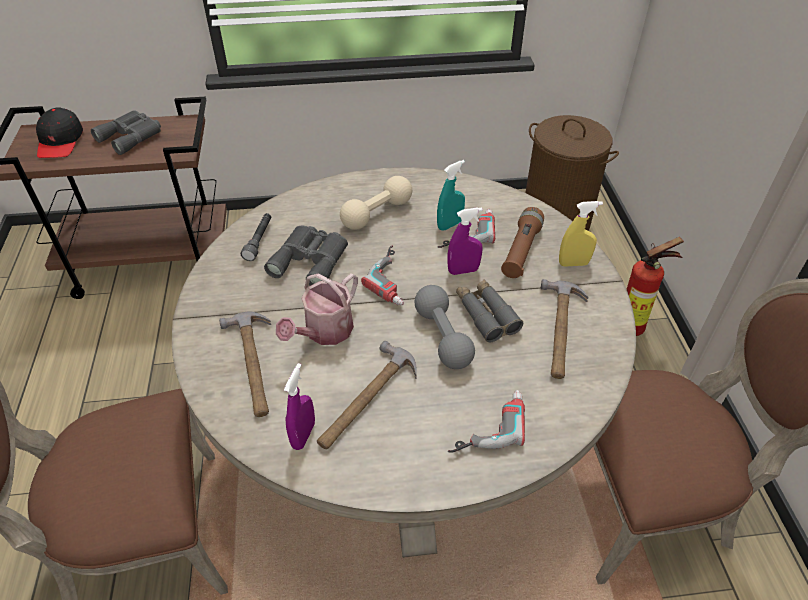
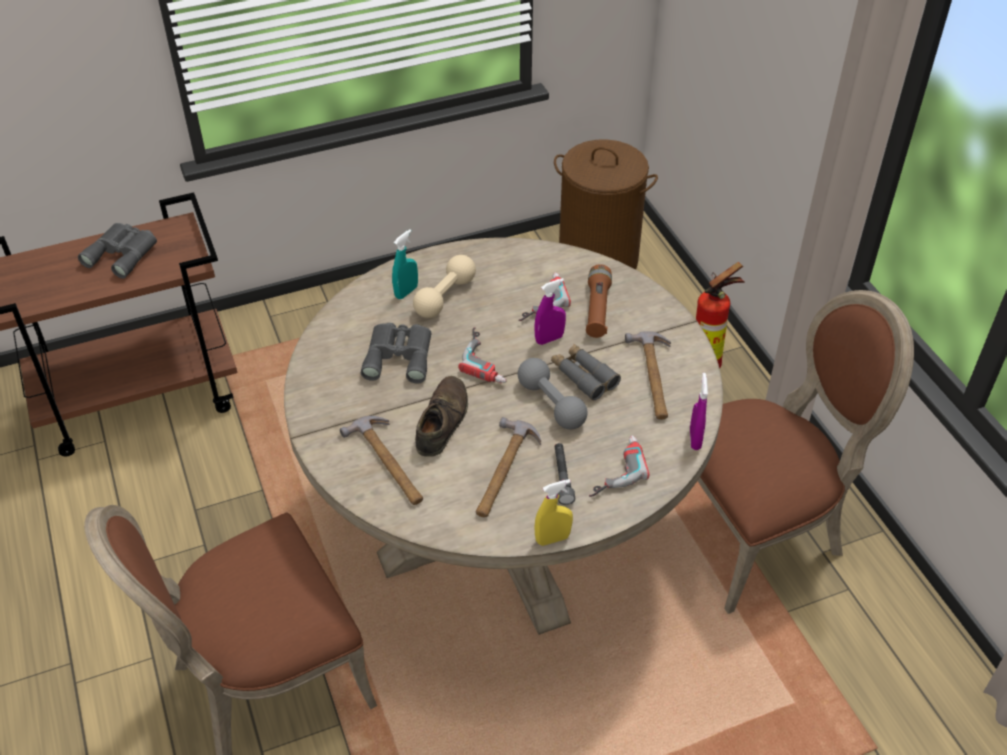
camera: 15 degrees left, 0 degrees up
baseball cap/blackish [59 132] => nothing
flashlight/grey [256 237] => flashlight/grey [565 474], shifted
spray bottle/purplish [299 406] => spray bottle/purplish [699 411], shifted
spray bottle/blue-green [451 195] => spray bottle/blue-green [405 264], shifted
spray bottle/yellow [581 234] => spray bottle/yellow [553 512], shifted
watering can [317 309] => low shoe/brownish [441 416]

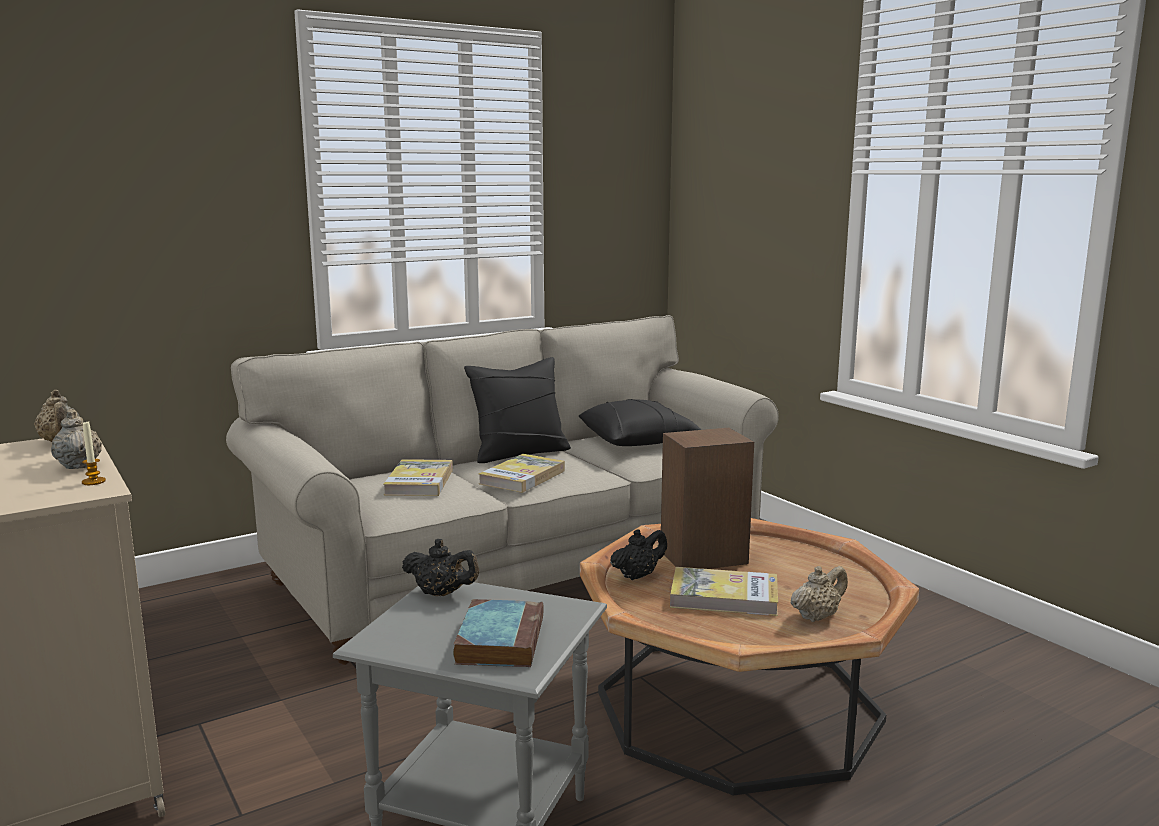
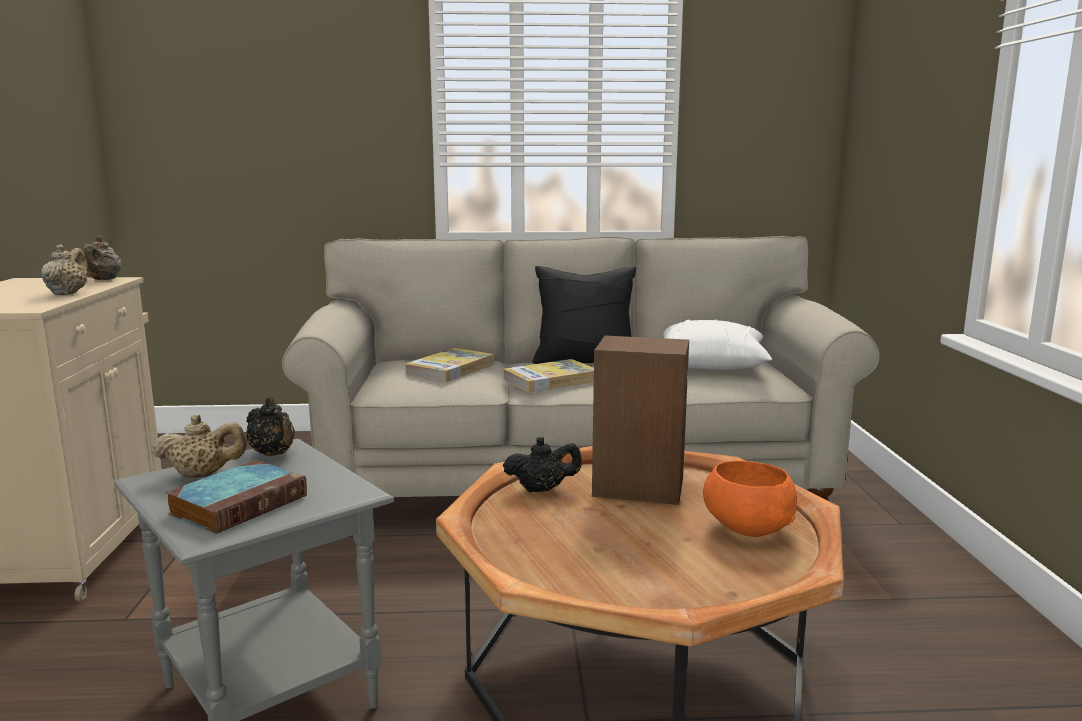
camera: 30 degrees right, 0 degrees up
wax light [94 452] => nothing
volume [724 591] => nothing
nothing => serving bowl/orange-coloured [750 498]
tea pot/sand-coloured [819 594] => tea pot/sand-coloured [199 446], shifted
pillow/blackish [640 422] => pillow/white-coloured [717 344]

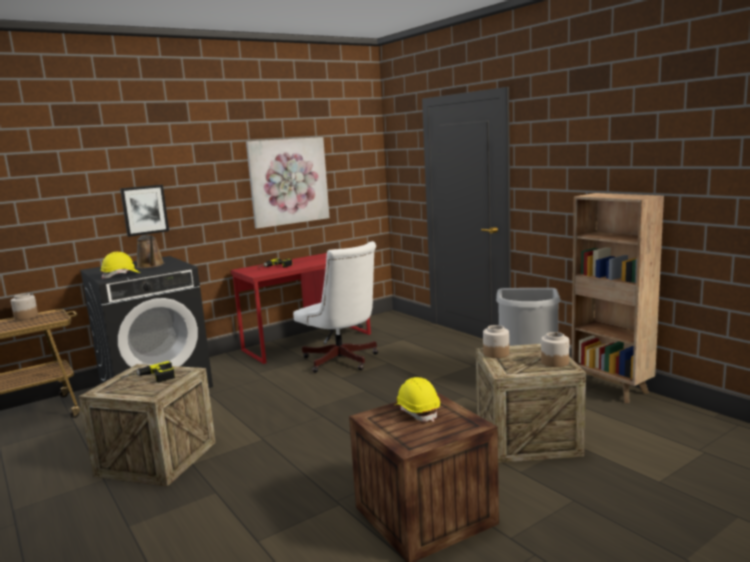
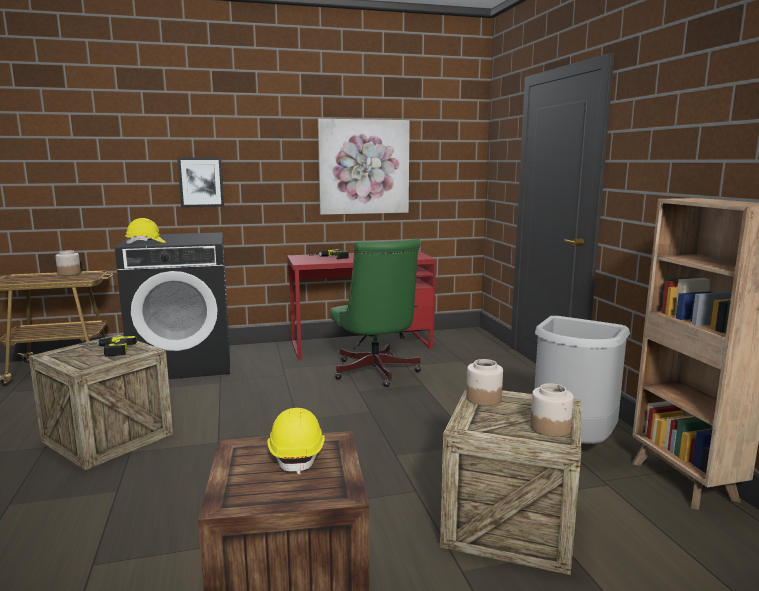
camera: 20 degrees right, 0 degrees up
watering can/brownish [150 251] => nothing
computer chair/white-coloured [335 307] => computer chair/green-coloured [375 313]

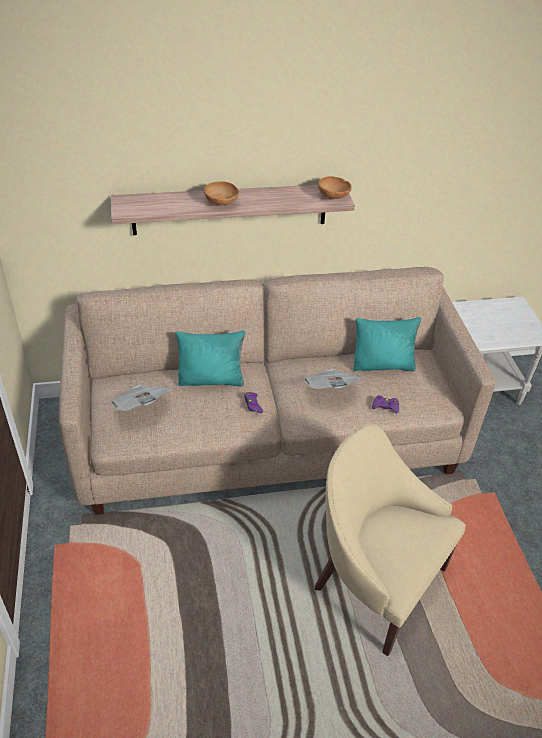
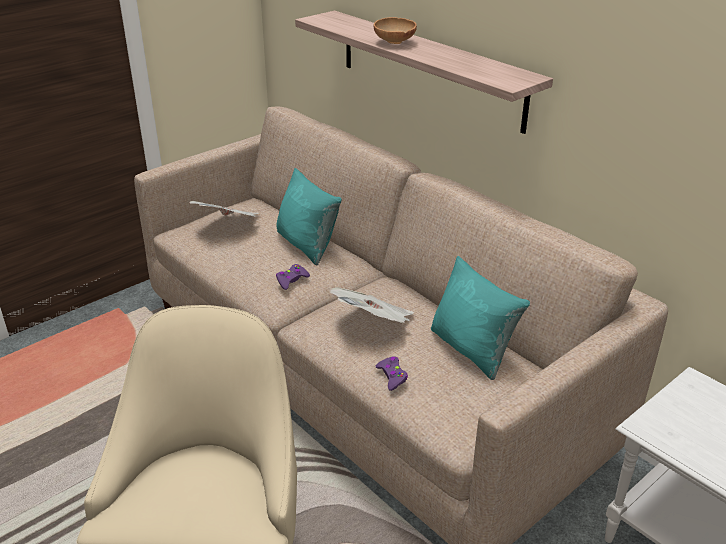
camera: 60 degrees right, 10 degrees down
serving bowl/brownish [335 188] => nothing

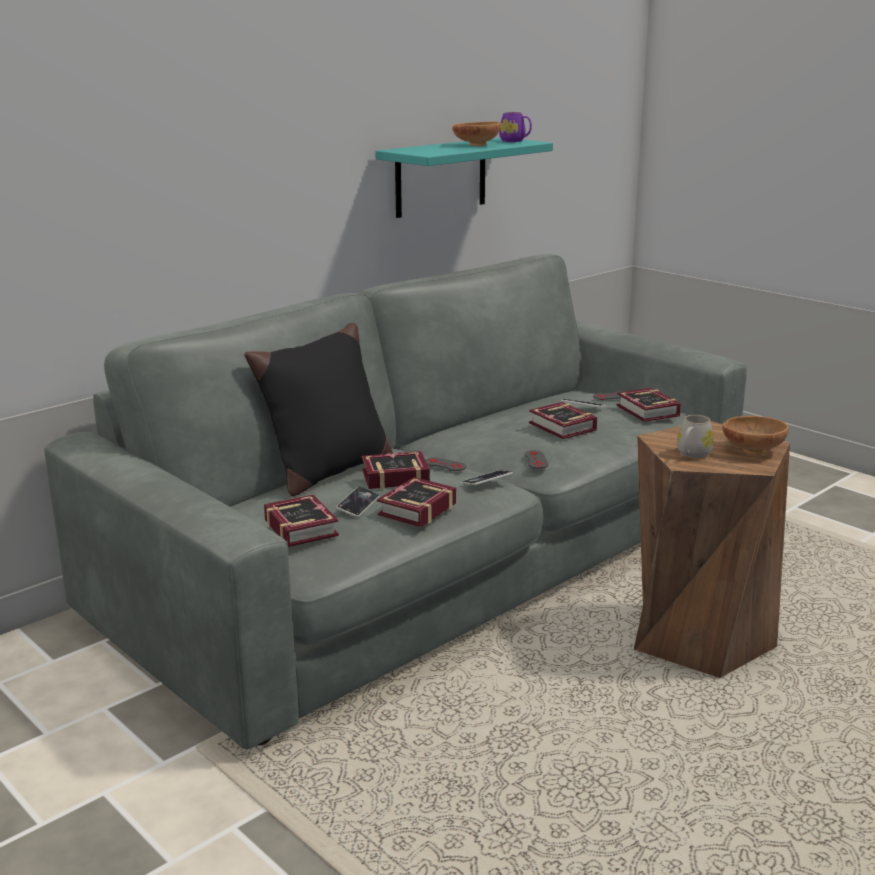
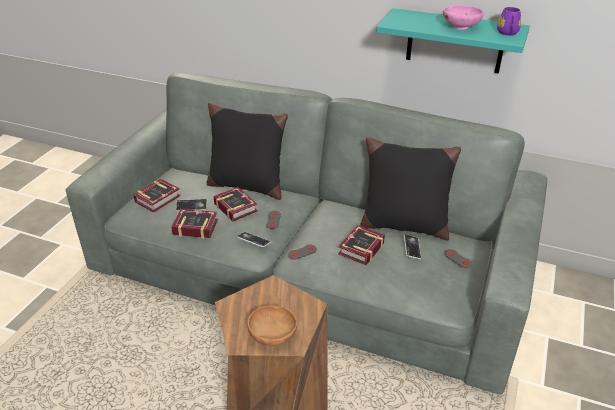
camera: 65 degrees right, 15 degrees up
volume [648 405] => nothing
mug/white-coloured [695 436] => nothing
nothing => pillow/blackish [410 189]
serving bowl/brownish [476 134] => serving bowl/pinkish [463 17]

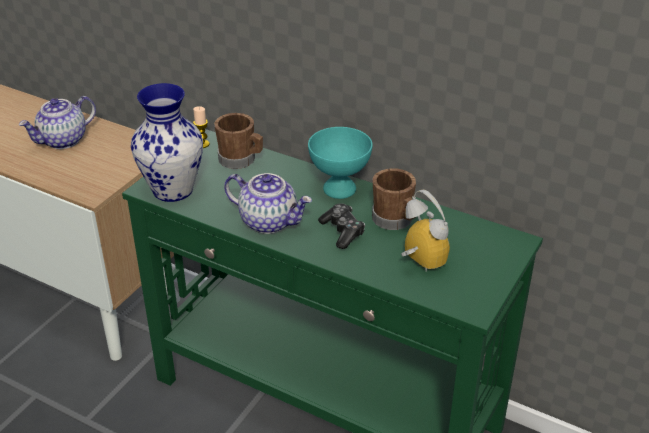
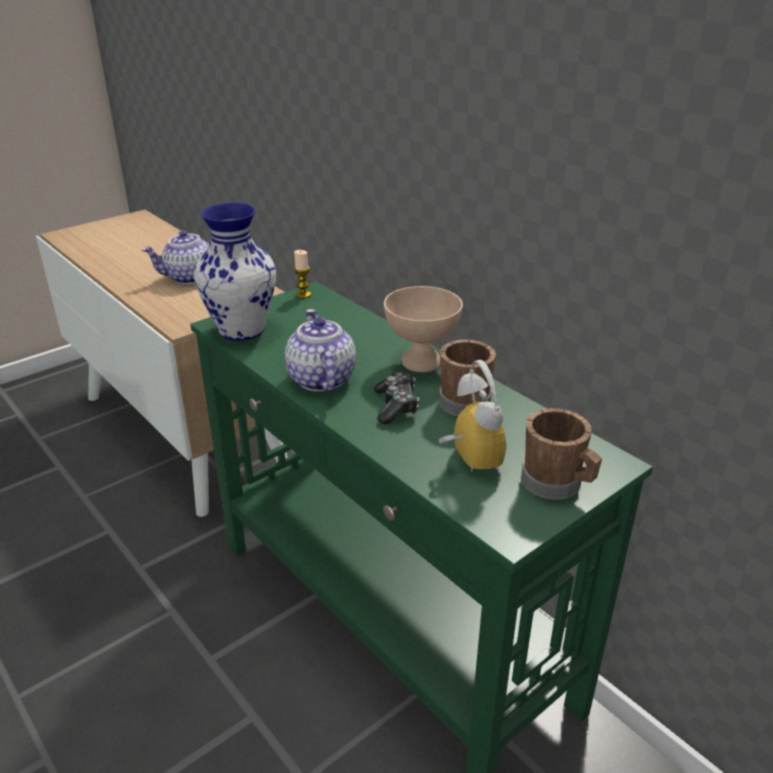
camera: 20 degrees right, 5 degrees down
mug/brownish [238 141] => mug/brownish [561 454], shifted
serving bowl/blue-green [340 163] => serving bowl/sand-coloured [423 329]
tea pot [268 203] => tea pot [320 350], 150 degrees counterclockwise

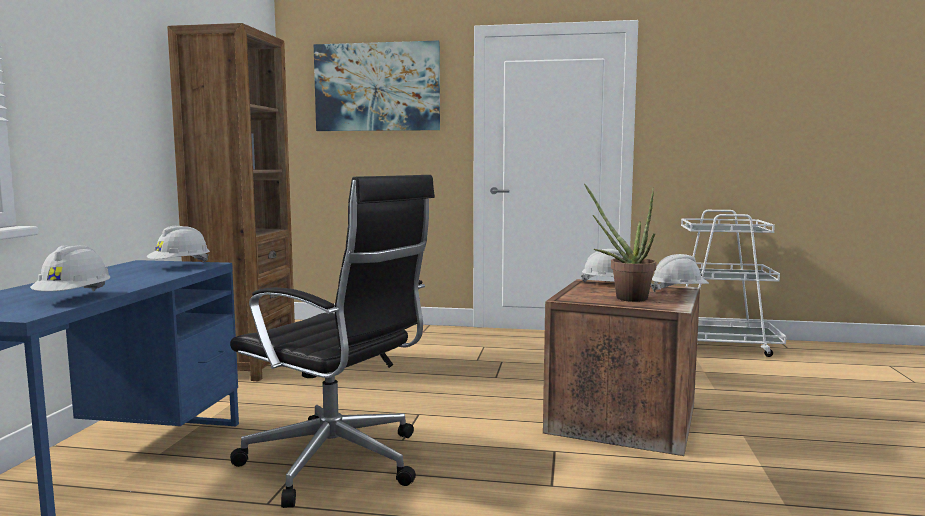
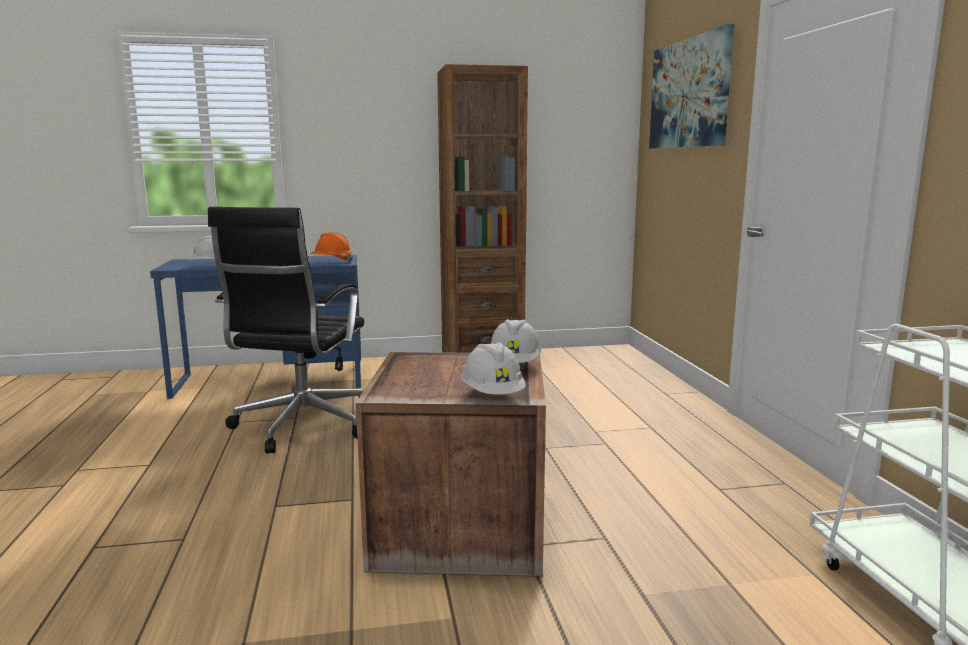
camera: 70 degrees right, 5 degrees up
plant in a pot [620 243] => nothing
safety helmet/white-coloured [178 244] => safety helmet/orange-coloured [331 247]

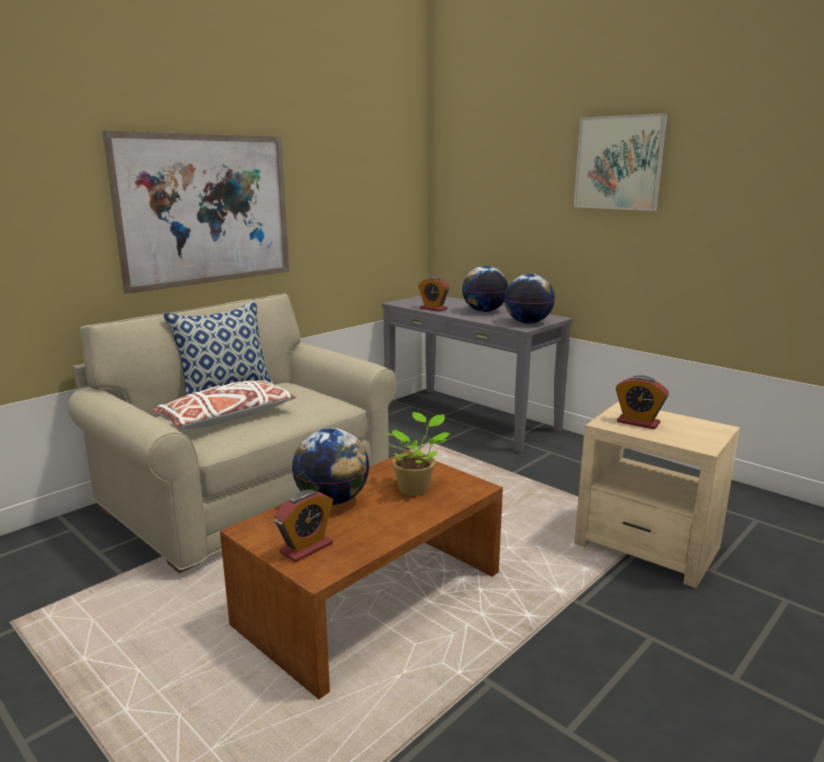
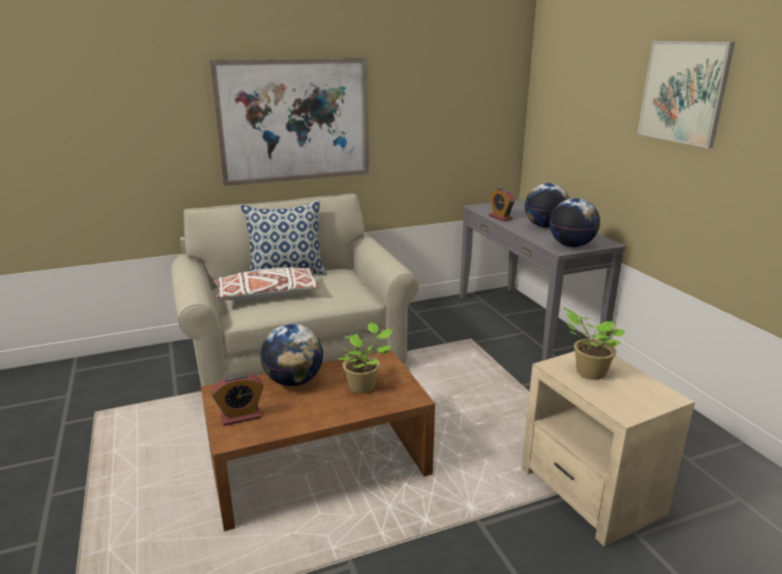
camera: 25 degrees right, 5 degrees up
table clock [642 402] => plant in a pot [594 344]

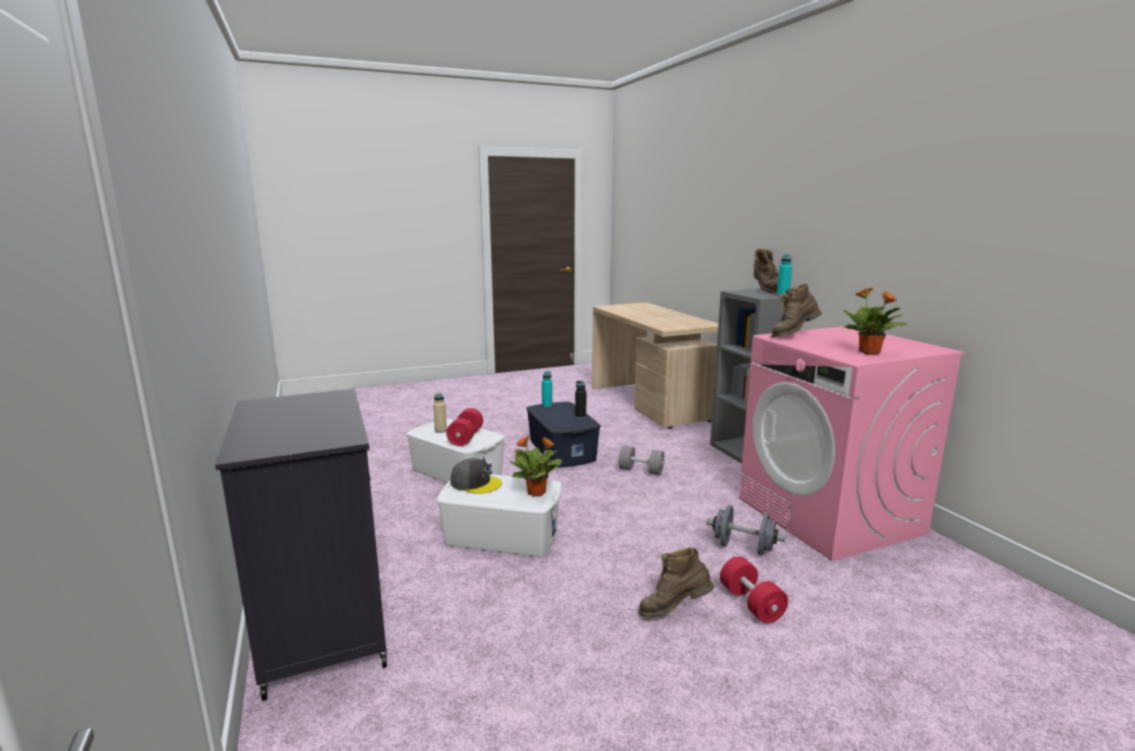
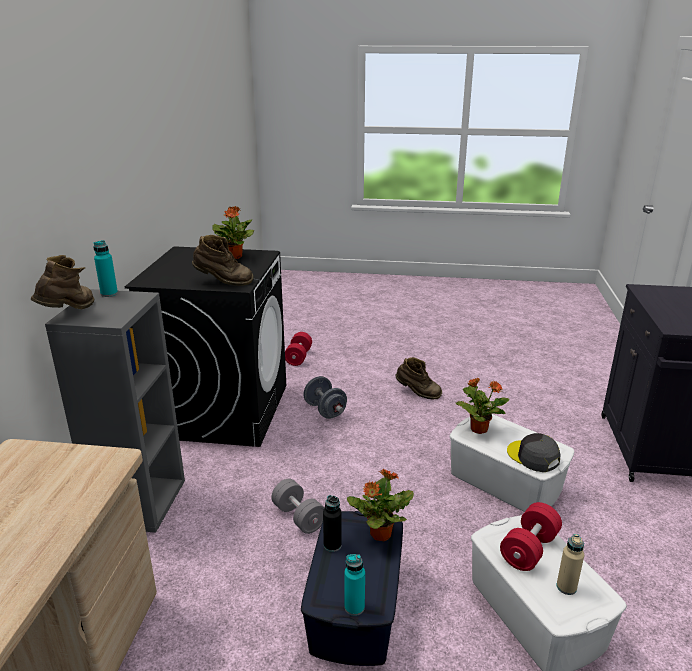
camera: 150 degrees left, 10 degrees up
nothing => plant in a pot [380 504]
hand weight/reddish [754 589] => hand weight/reddish [298 349], shifted
laundry machine/pinkish [852 443] => laundry machine/blackish [205 346]

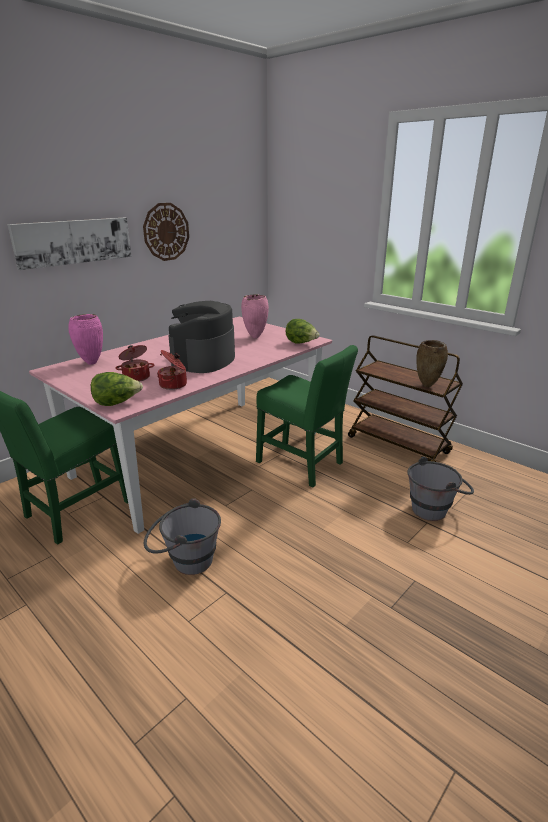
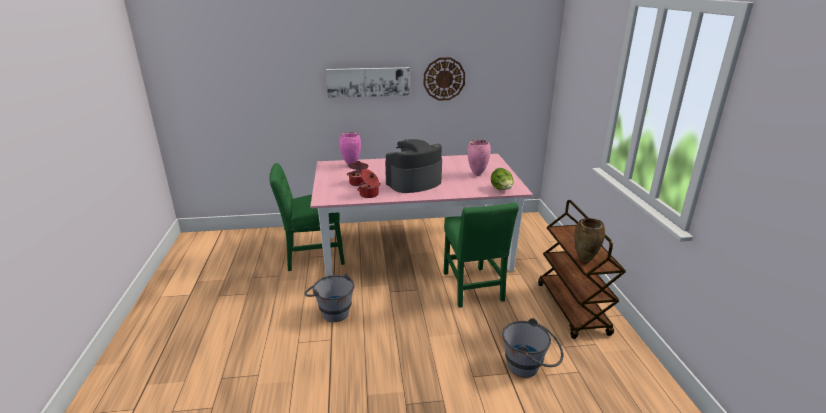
camera: 40 degrees right, 0 degrees up
lettuce head [117 389] => nothing

